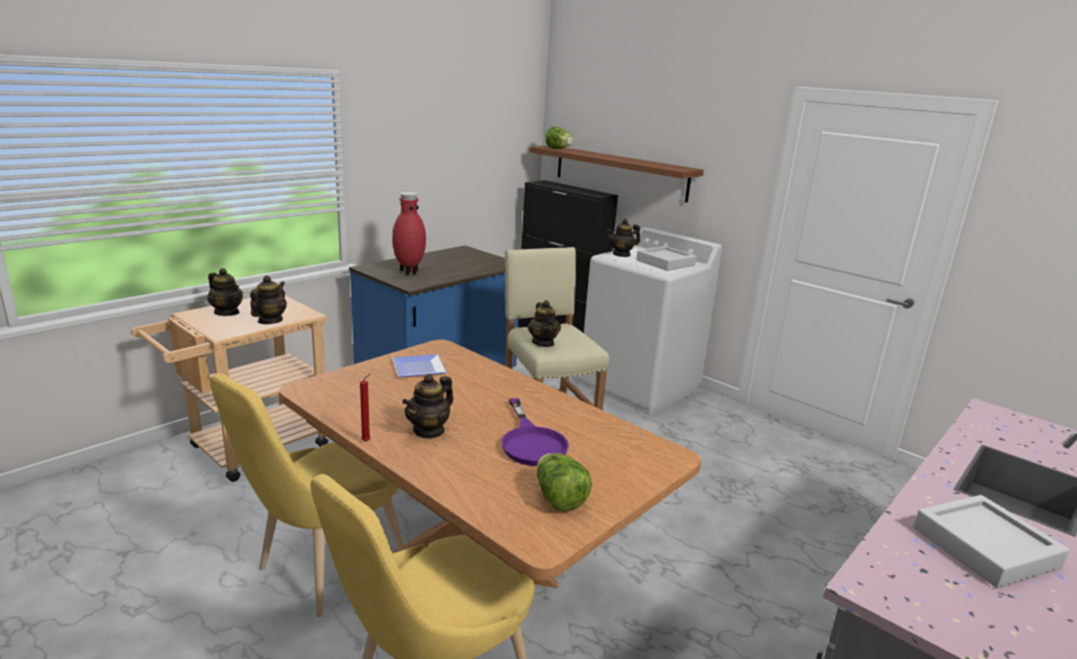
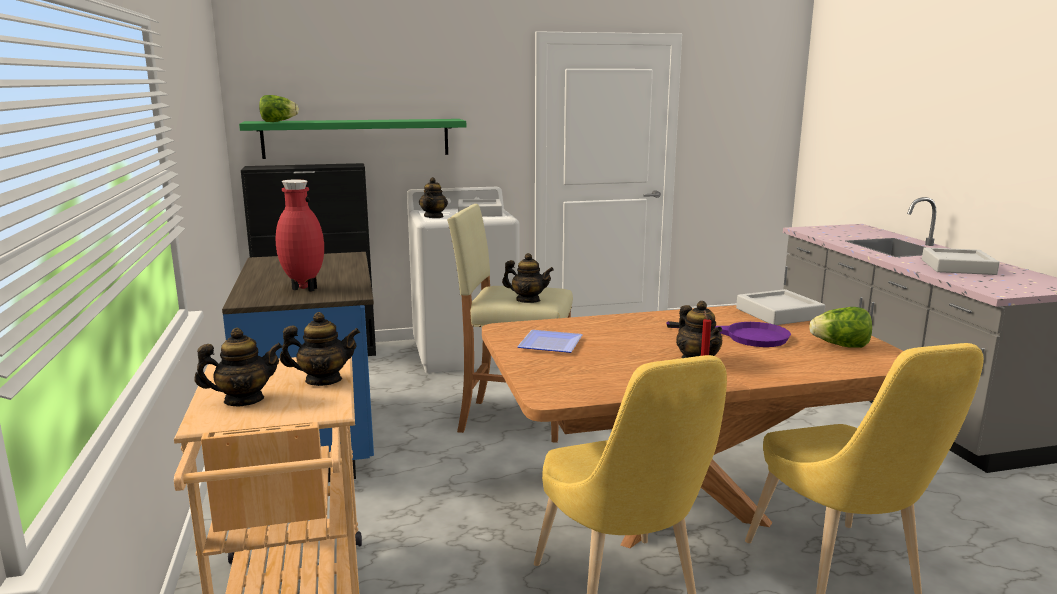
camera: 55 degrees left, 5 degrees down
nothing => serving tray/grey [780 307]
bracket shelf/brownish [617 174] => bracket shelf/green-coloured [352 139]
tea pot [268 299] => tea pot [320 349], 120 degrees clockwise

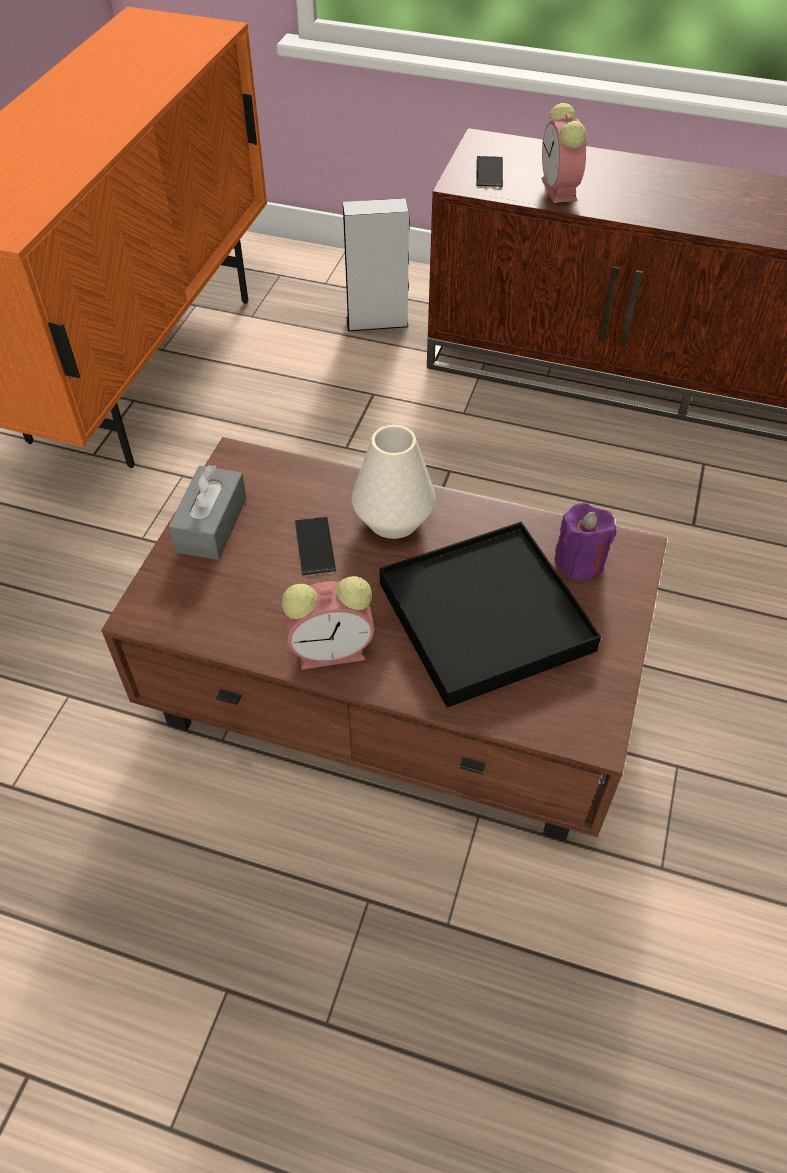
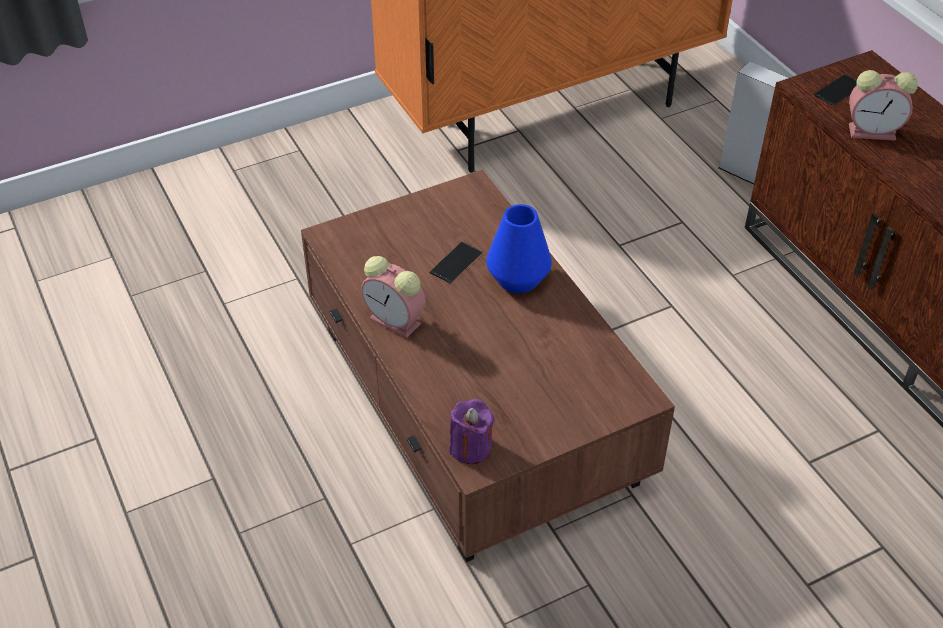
camera: 45 degrees right, 5 degrees down
tissue box/grey [207 512] => nothing
serving tray/blackish [490 615] => nothing
wax light/purplish [586 541] => wax light/purplish [472 431], shifted
decorative vase/white-coloured [394 482] => decorative vase/blue [519 248]
table clock [564 153] => table clock [883 105], 120 degrees counterclockwise

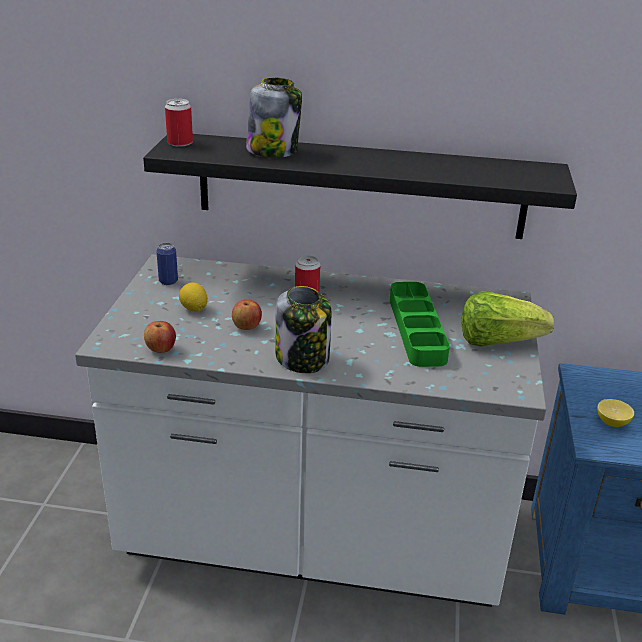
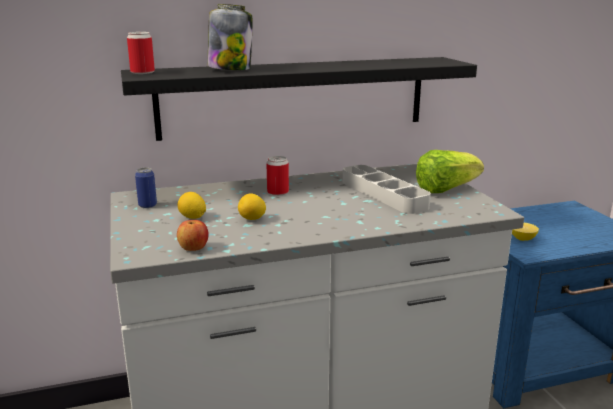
camera: 25 degrees left, 10 degrees down
preserve jar [303 329] => nothing
whole apple [247 315] => whole lemon [252 206]
serving tray/green-coloured [420 324] => serving tray/grey [387 189]

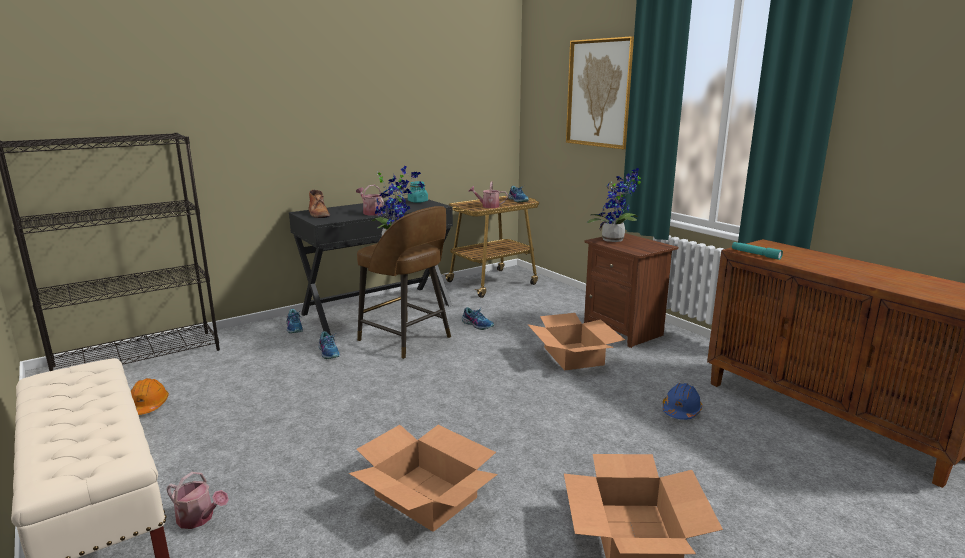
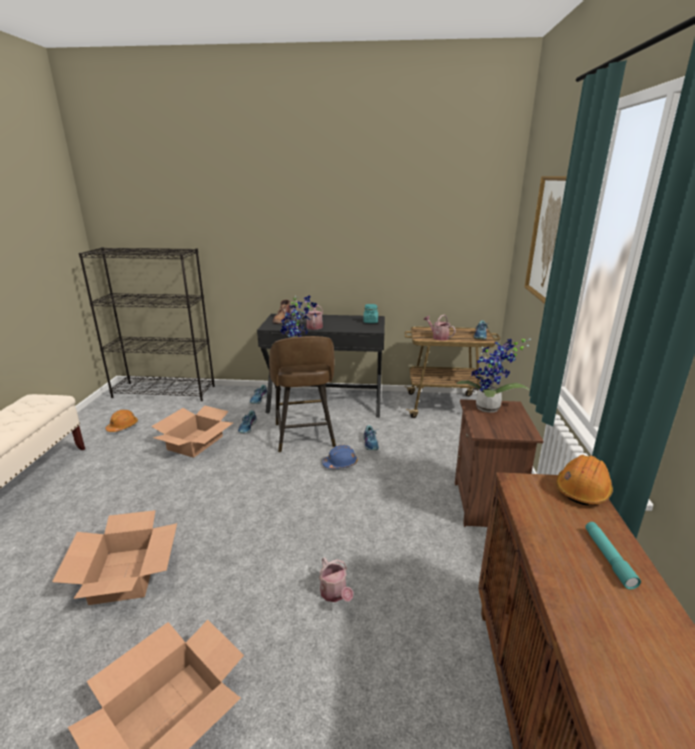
camera: 40 degrees right, 5 degrees up
nothing => safety helmet/orange-coloured [584 480]
watering can [198 500] => watering can [336 579], shifted
carton [576 342] => carton [192 431], shifted
safety helmet/blue [682 401] => safety helmet/blue [340 457], shifted
flashlight/blue-green [757 251] => flashlight/blue-green [613 555], shifted

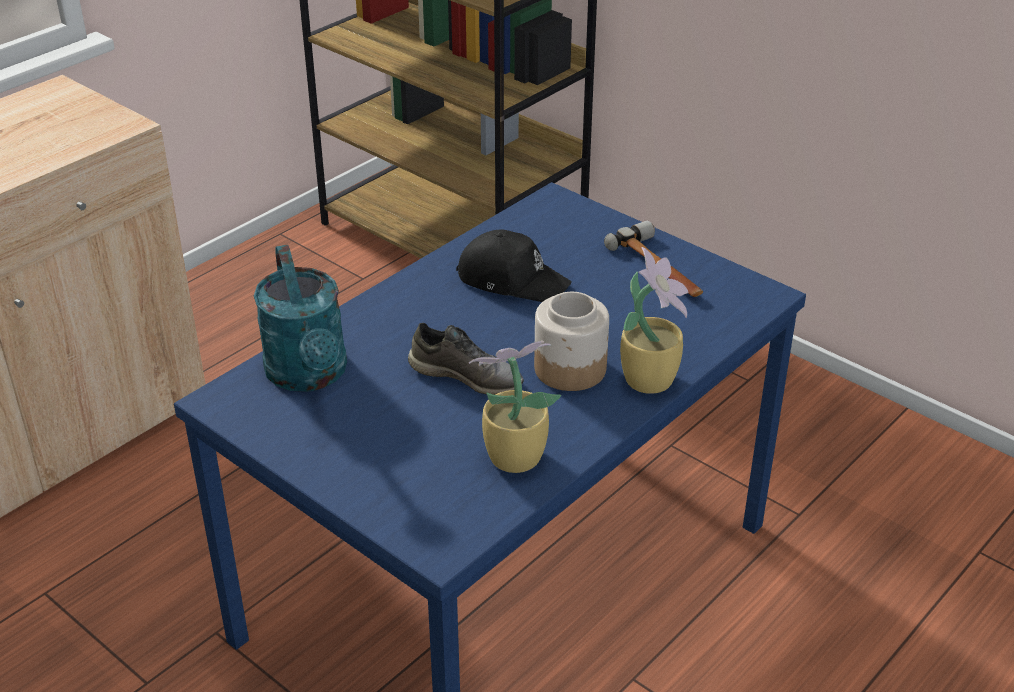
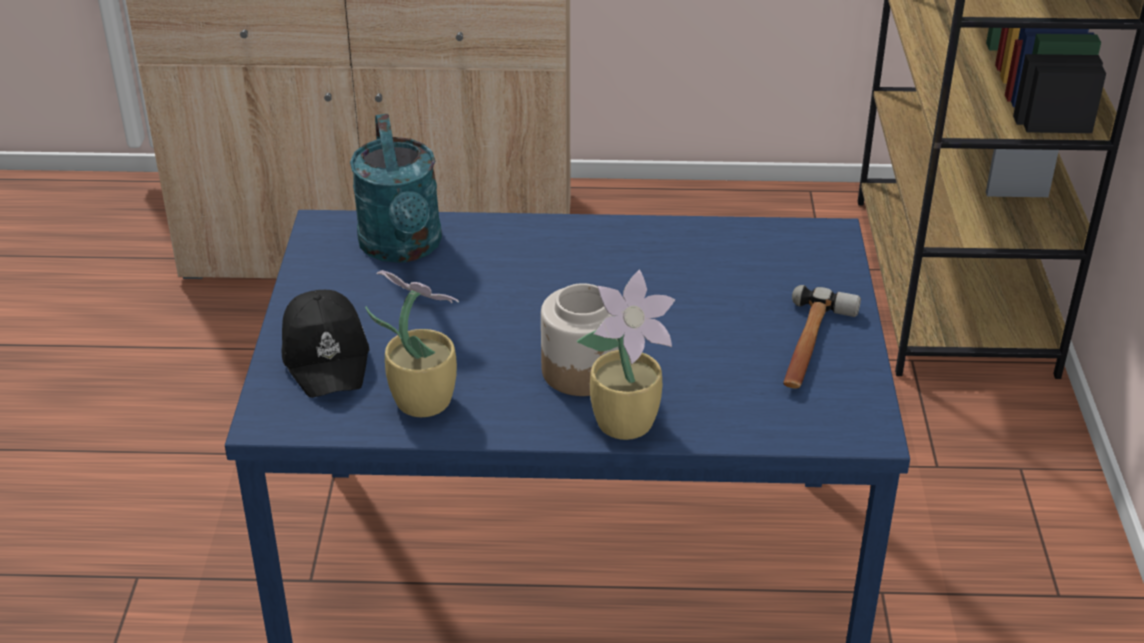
camera: 50 degrees right, 0 degrees up
low shoe/grey [466 359] => nothing
baseball cap/blackish [513 265] => baseball cap/blackish [325 344], shifted
watering can/blue-green [300 318] => watering can/blue-green [396 188], 45 degrees counterclockwise

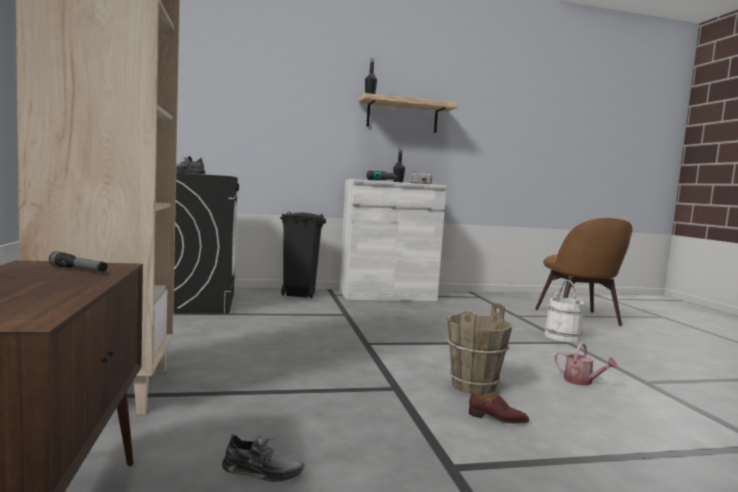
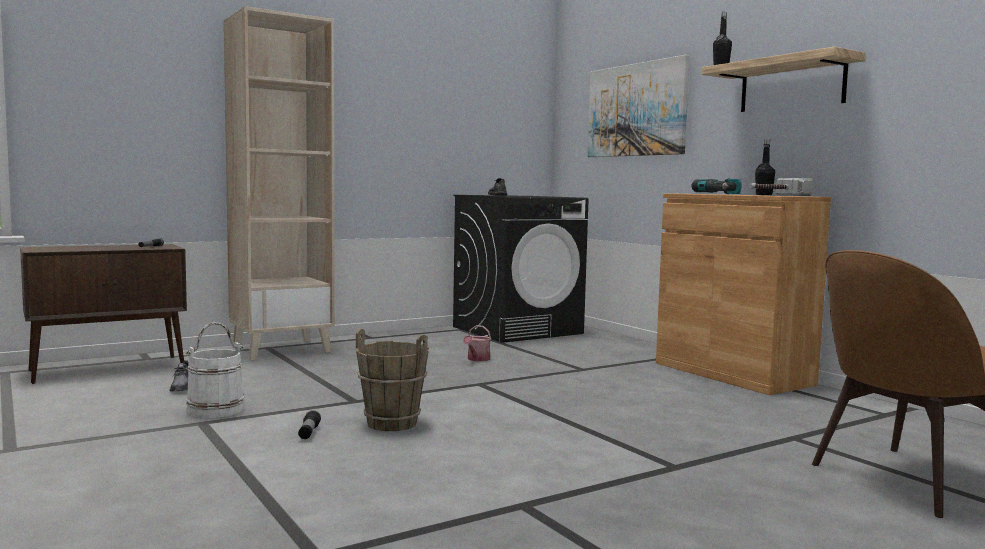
camera: 70 degrees right, 0 degrees up
rubbish bin/blackish [303 255] => nothing
nothing => wall art [639 106]
pail/white-coloured [564 311] => pail/white-coloured [215 370], shifted
watering can [586 364] => watering can [477 343], shifted
low shoe/brownish [499 408] => flashlight [309 424]
cabinet/white-coloured [393 240] => cabinet/brownish [743 294]

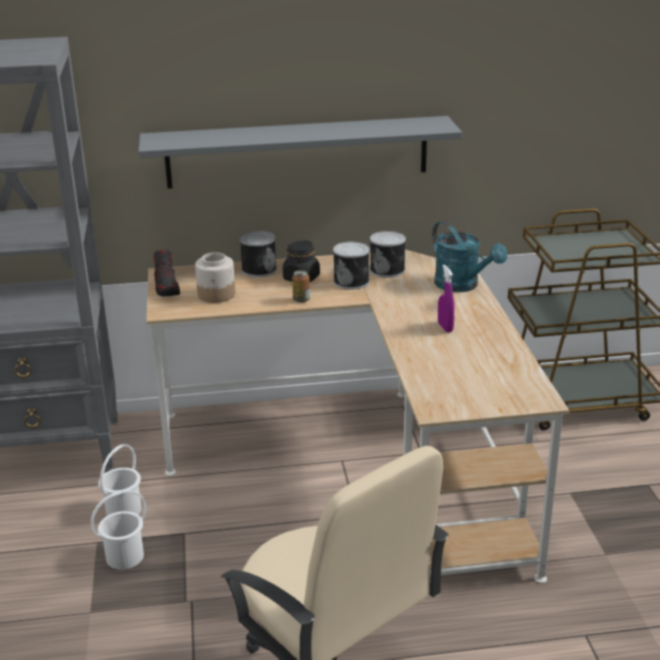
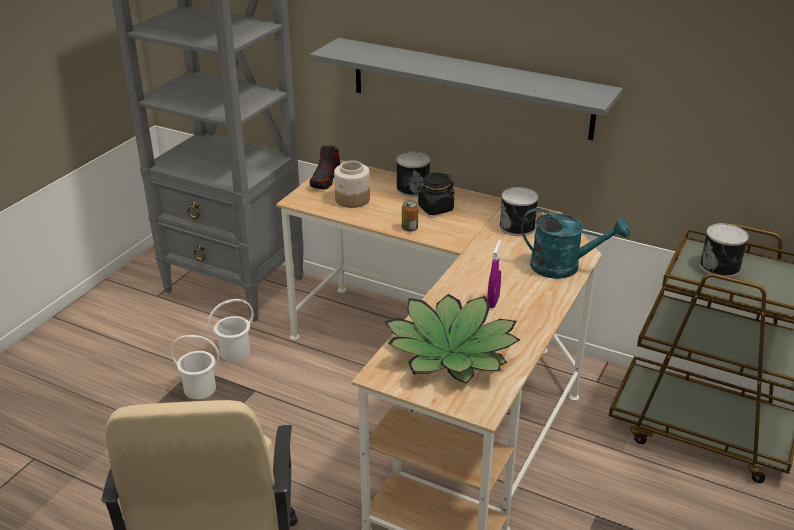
camera: 35 degrees right, 5 degrees up
nothing => plant in a pot [452 338]
metal can [351 265] => metal can [724 250], shifted
watering can/blue-green [469 256] => watering can/blue-green [575 243], 75 degrees counterclockwise

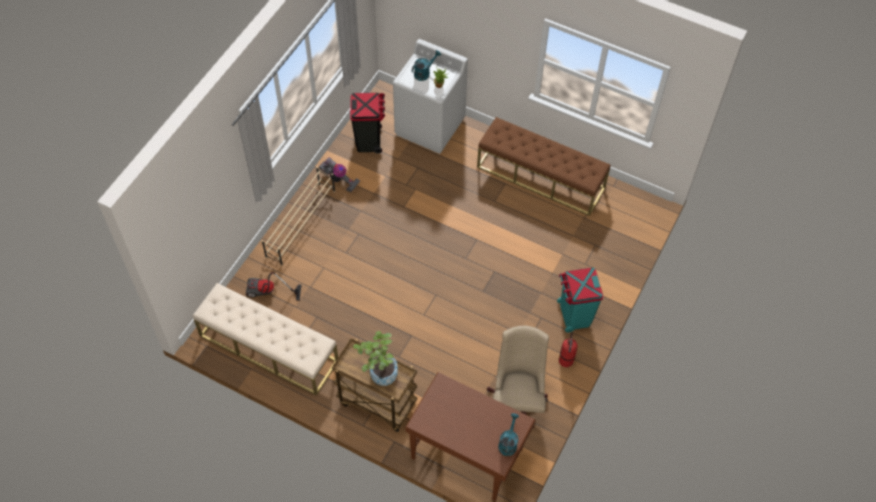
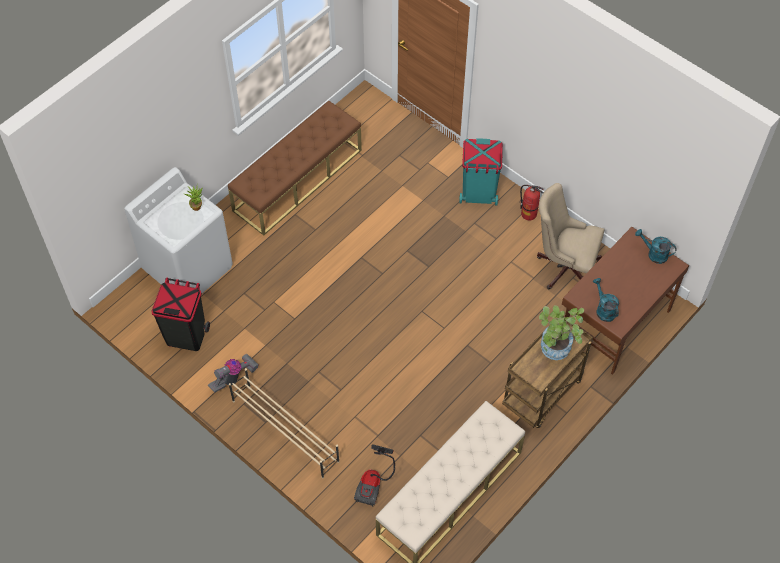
camera: 75 degrees left, 0 degrees up
watering can/blue-green [426 65] => watering can/blue-green [606 300], shifted

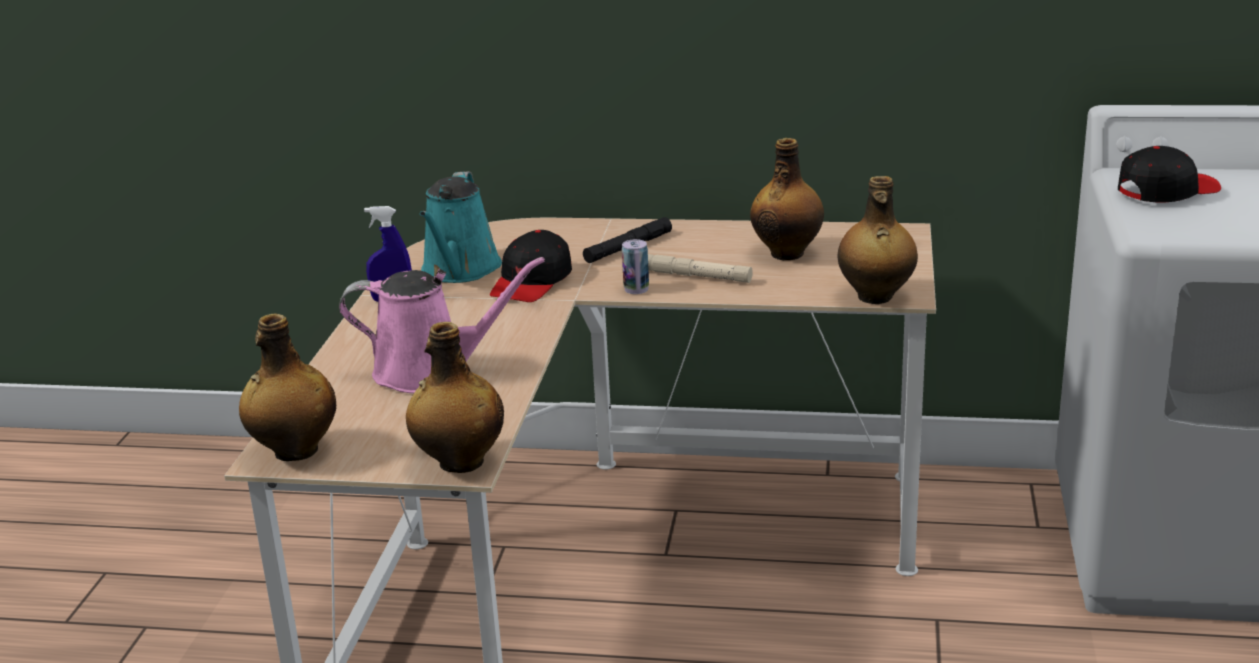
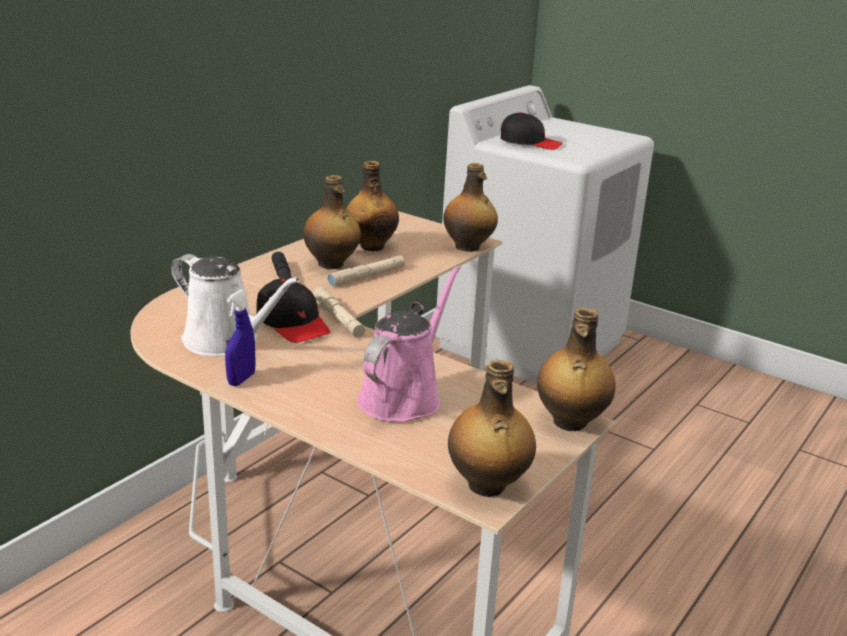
camera: 65 degrees left, 0 degrees up
metal can [635 266] => nothing
nothing => beverage bottle [332 222]
nothing => flashlight/sand-coloured [339 312]
watering can/blue-green [461 227] => watering can/white-coloured [235 305]
baseball cap/blackish [1169 174] => baseball cap/blackish [531 131], 105 degrees clockwise

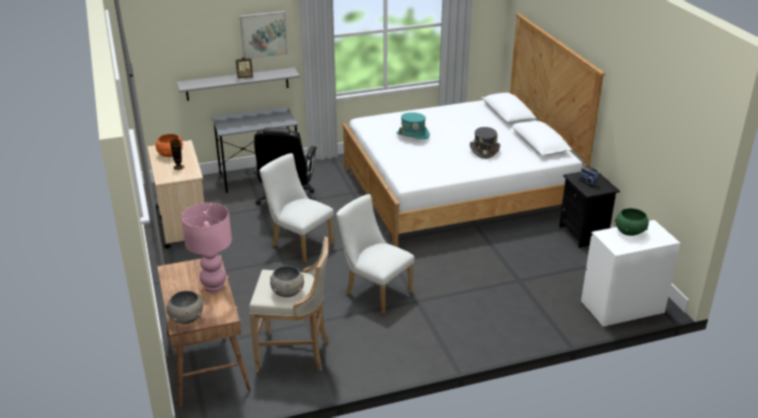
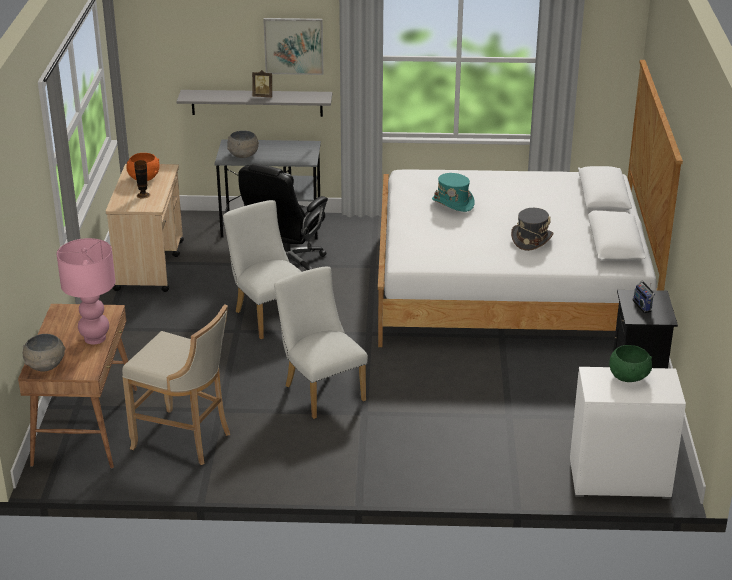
camera: 20 degrees right, 0 degrees up
serving bowl/grey [287 281] => serving bowl/grey [243 144], shifted

